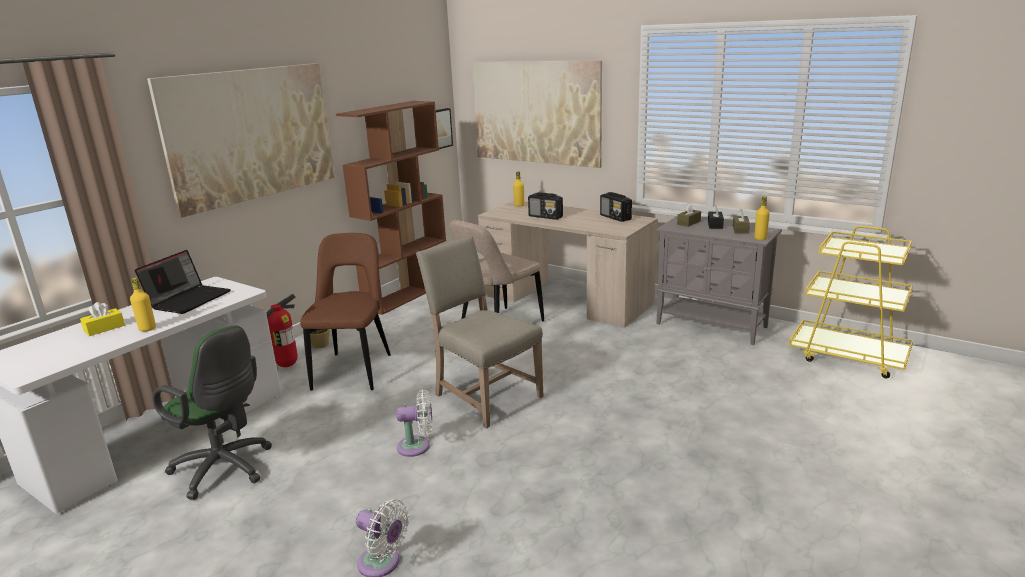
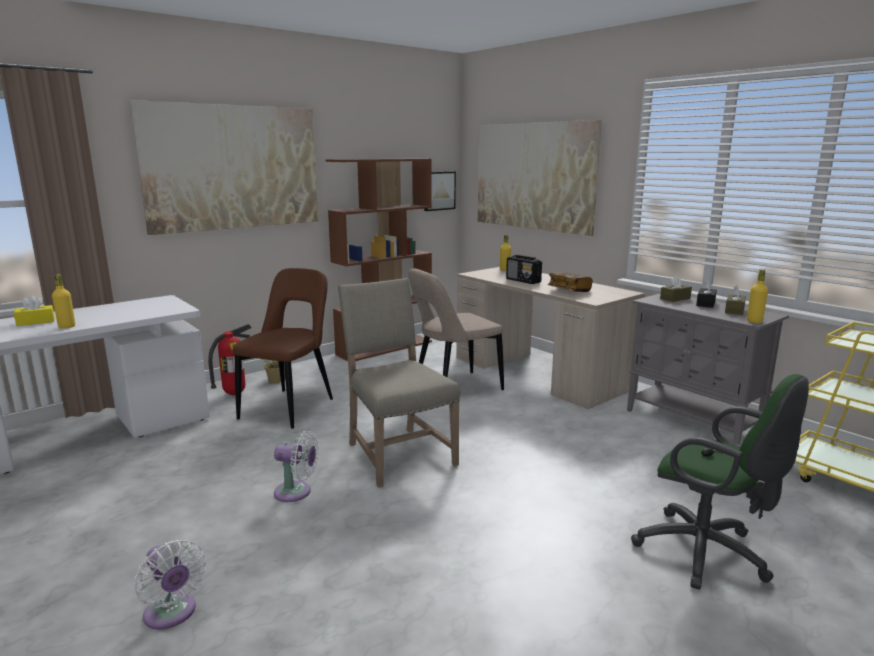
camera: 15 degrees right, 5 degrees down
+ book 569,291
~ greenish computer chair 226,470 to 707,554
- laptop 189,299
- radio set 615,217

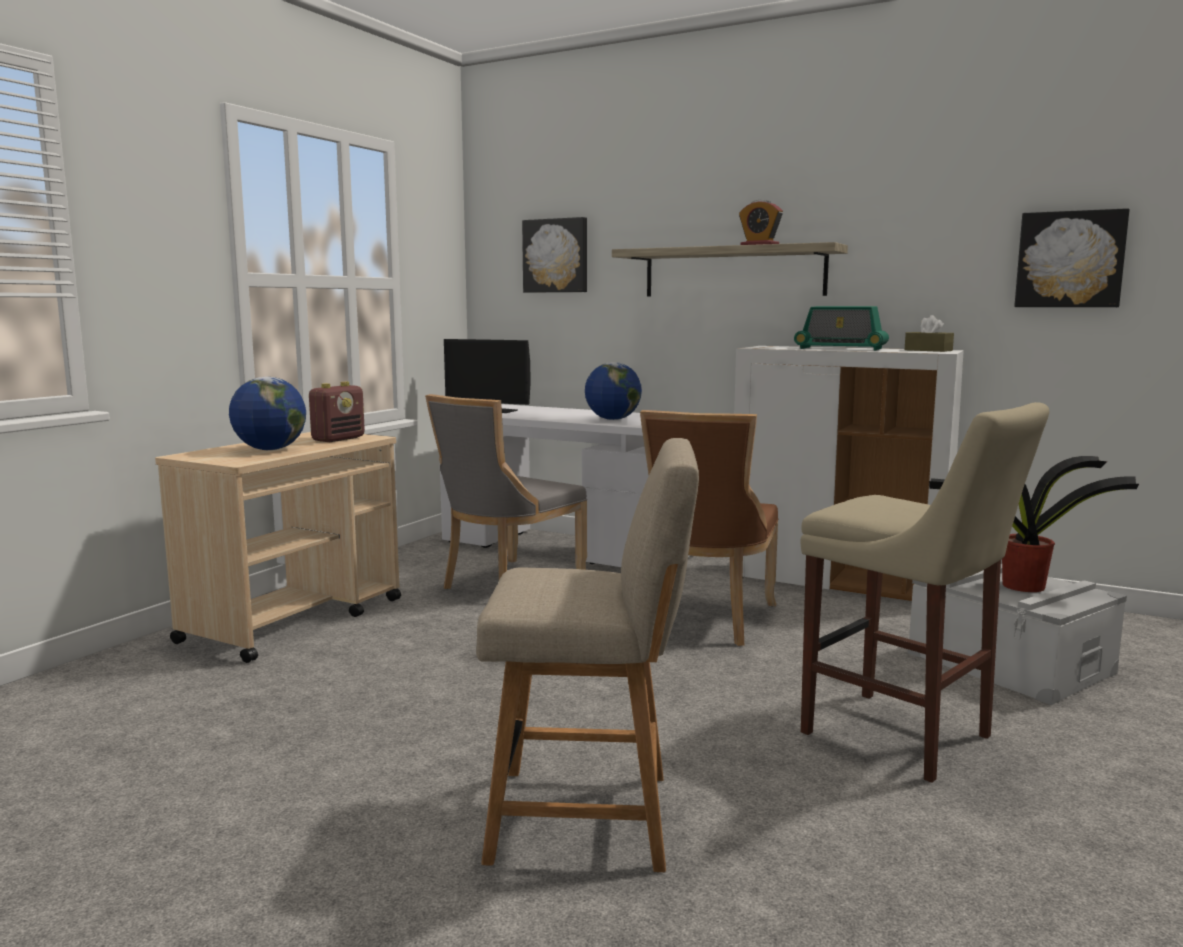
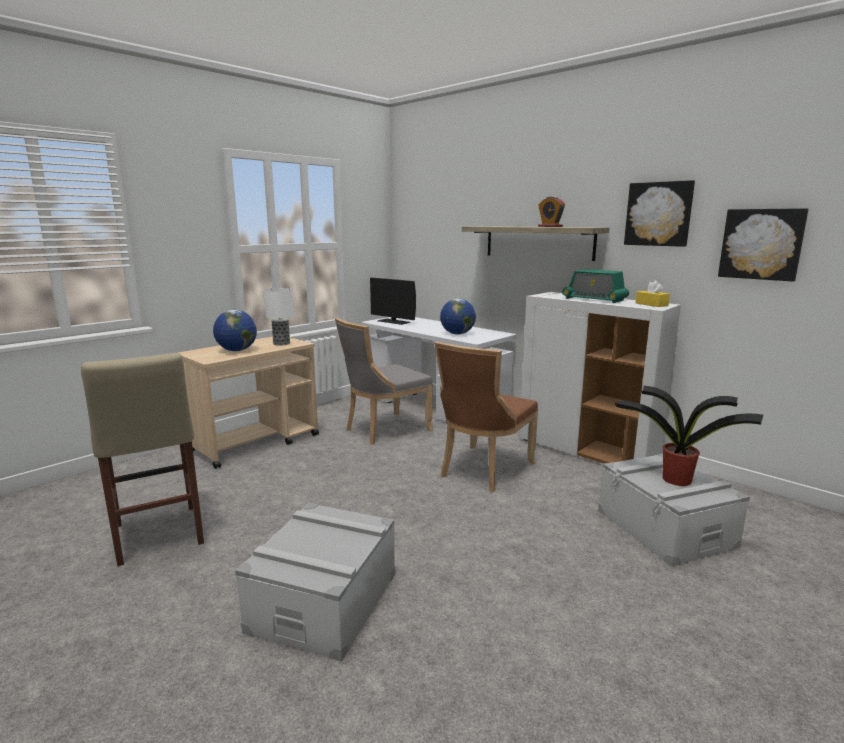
camera: 15 degrees right, 5 degrees up
~ sand-coloured stool seat 904,738 to 158,537
~ sand-coloured plain chair 592,817 to grey storage container 324,601
~ radio set 338,439 to table lamp 281,343
~ picture 556,256 to 659,214
~ brown box of tissues 928,350 to yellow box of tissues 651,304

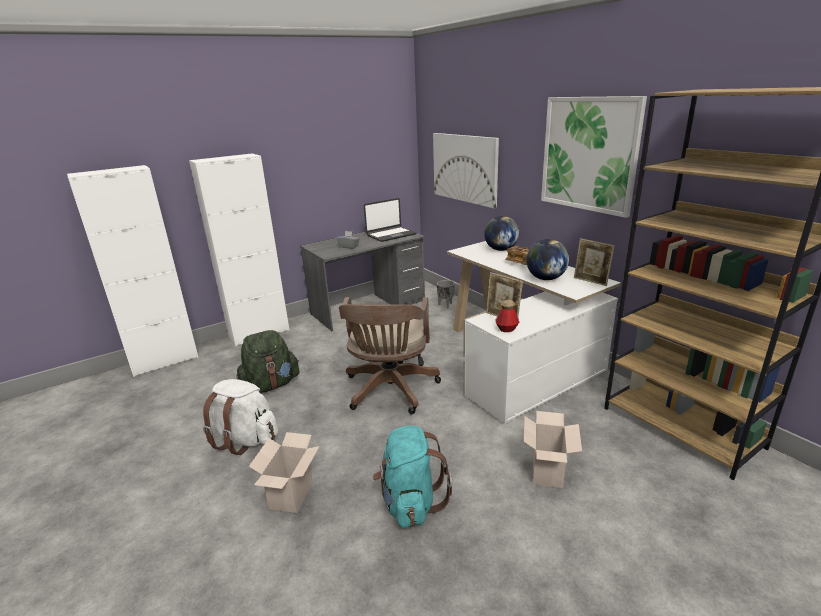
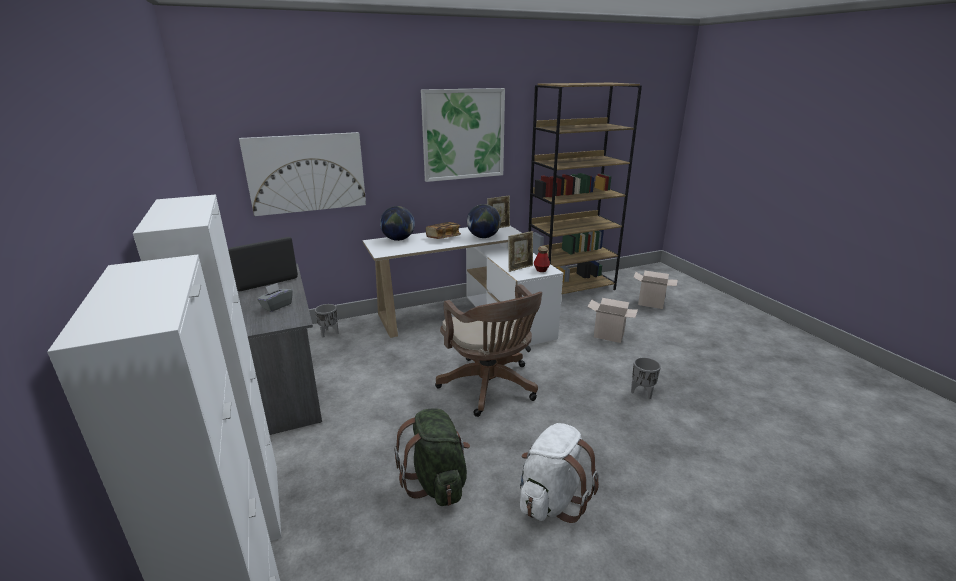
camera: 80 degrees left, 0 degrees up
~ laptop 390,235 = 263,279 105 degrees counterclockwise
~ brown computer chair 390,391 = 490,388 45 degrees clockwise
~ turquoise-coloured knapsack 410,503 to grey plant pot 642,392
~ carton 292,496 to 652,303

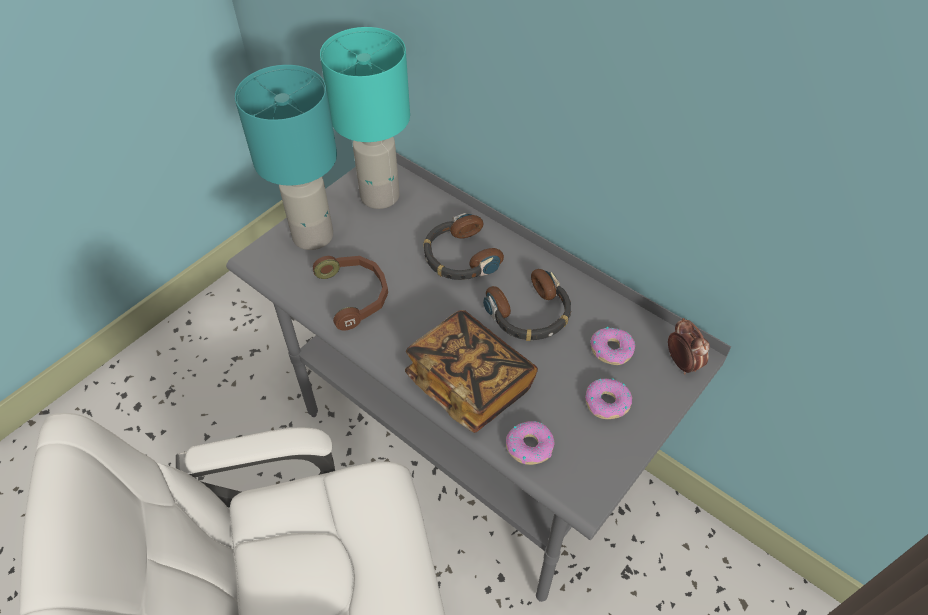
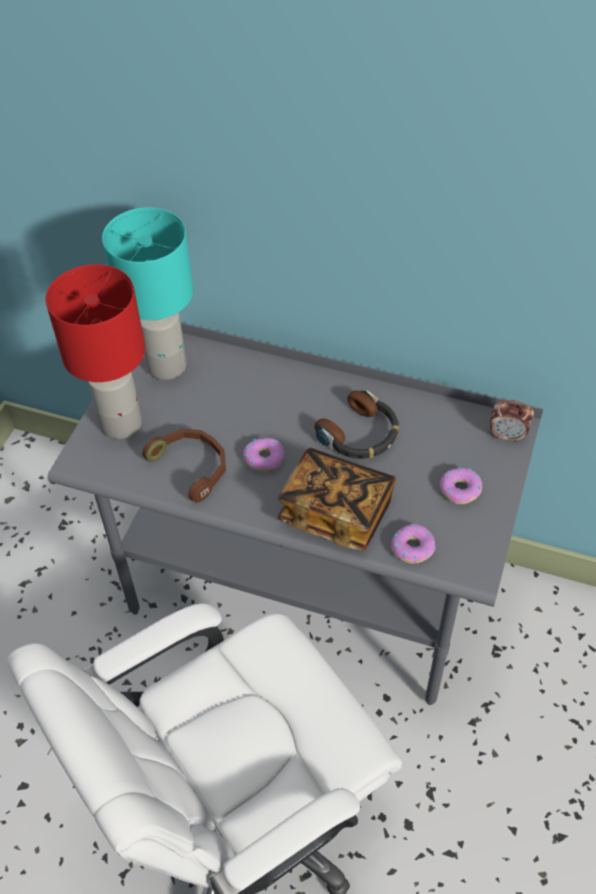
camera: 20 degrees left, 0 degrees up
~ turquoise-coloured table lamp 313,235 to reddish table lamp 120,423
~ donut 611,349 to 264,458
~ alarm clock 681,363 = 507,436 150 degrees clockwise
- pair of headphones 459,256

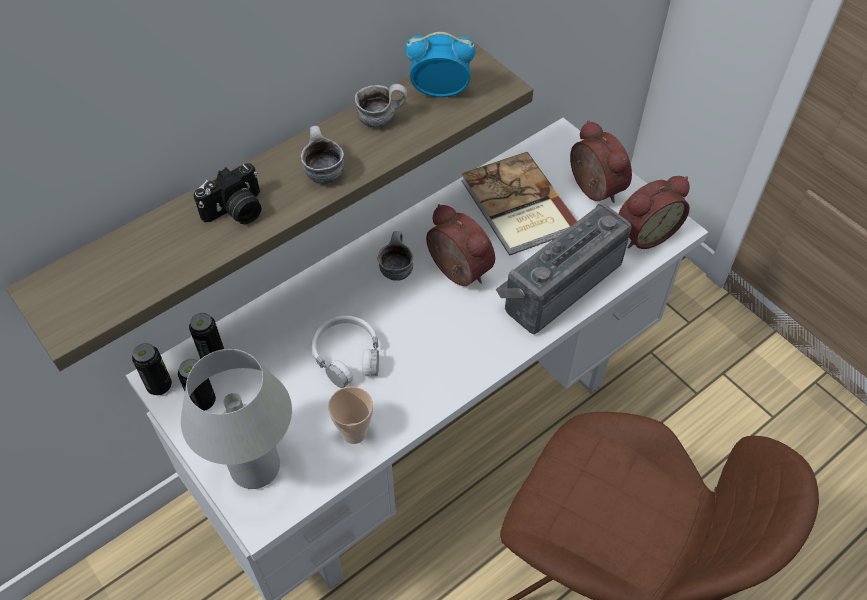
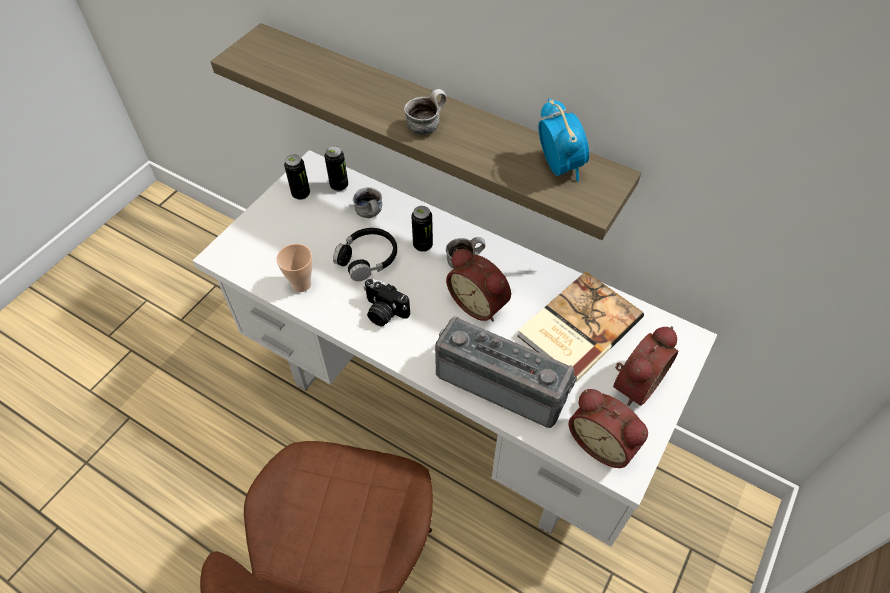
camera: 70 degrees right, 0 degrees up
~ white-coloured pair of headphones 347,356 to black pair of headphones 367,258
~ tea mug 381,118 to 371,214
~ still camera 236,211 to 383,312
~ sealed can 159,386 to 423,245
~ alarm clock 456,272 = 479,303 105 degrees clockwise
- white-coloured table lamp 255,467

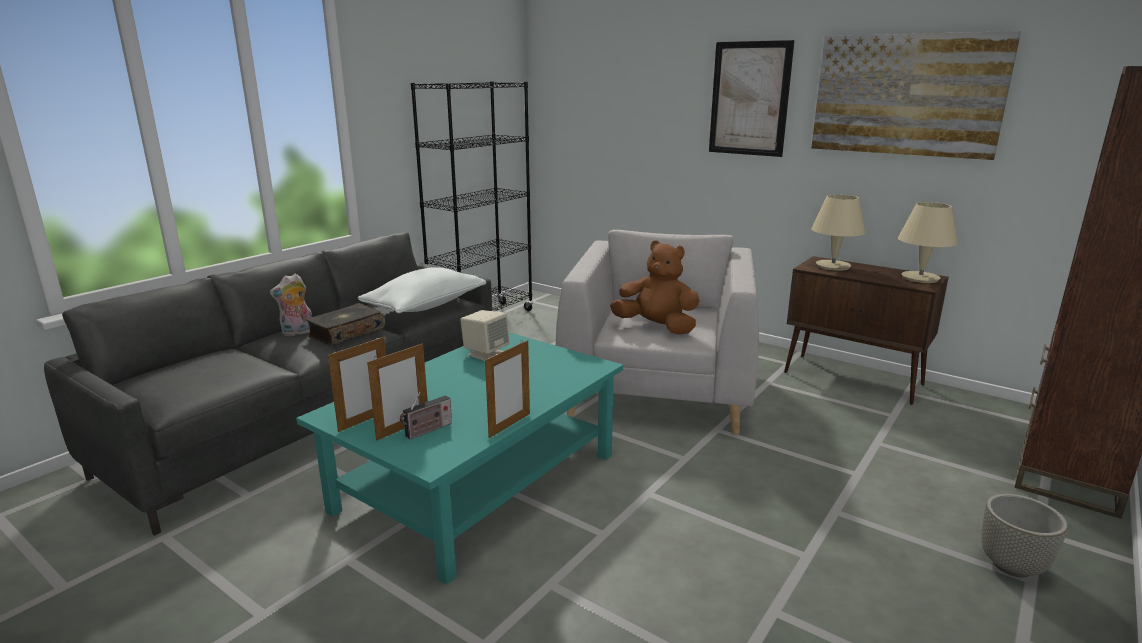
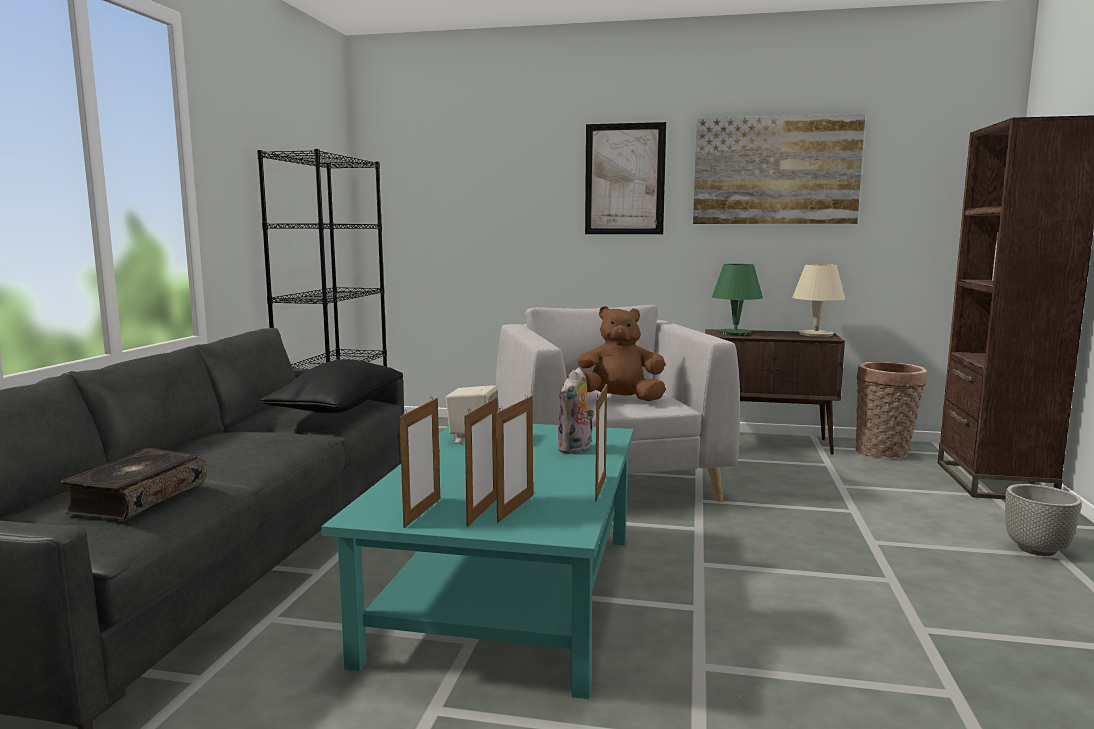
camera: 25 degrees left, 10 degrees down
~ book 346,332 to 137,498
~ white-coloured pillow 425,306 to black pillow 338,408
~ radio set 427,431 to standing frame 515,508
~ cuddly toy 297,333 to 576,449
~ sand-coloured table lamp 833,266 to greenish table lamp 735,333
+ basket 885,452

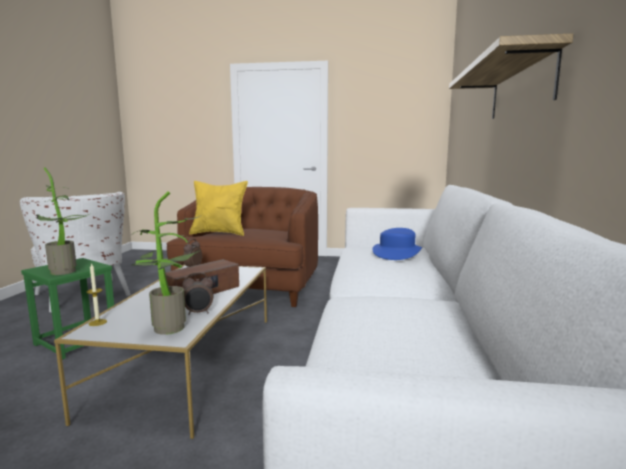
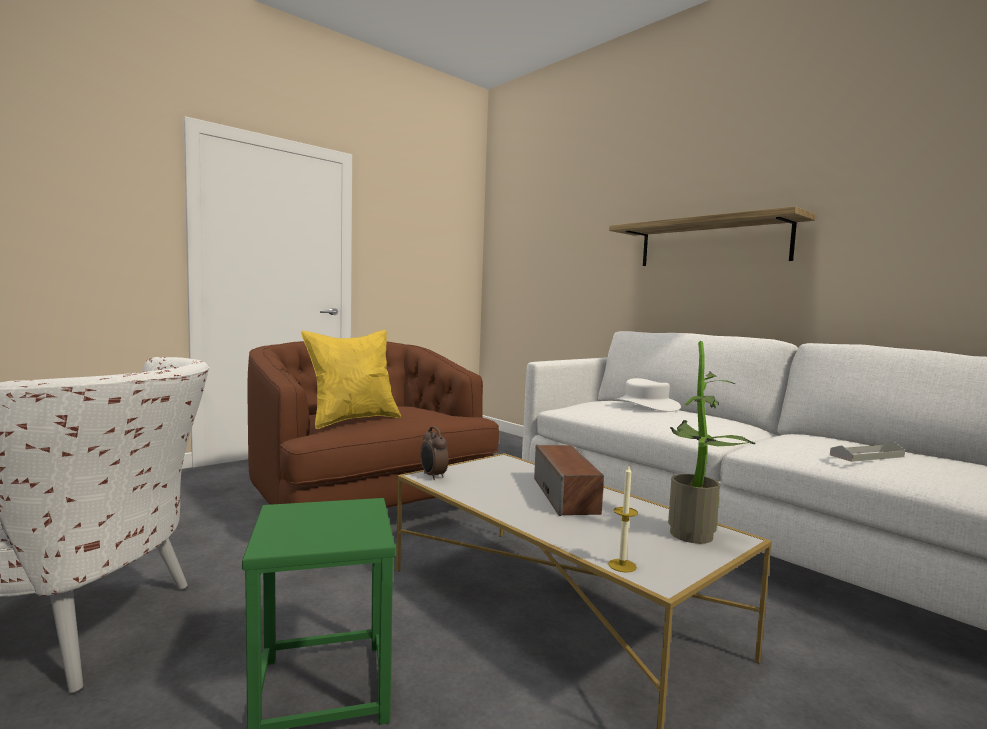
camera: 50 degrees left, 5 degrees down
~ bluish clothing hat 397,253 to white-coloured clothing hat 646,405
+ grey serving tray 867,456
- plant in a pot 67,271
- alarm clock 199,313

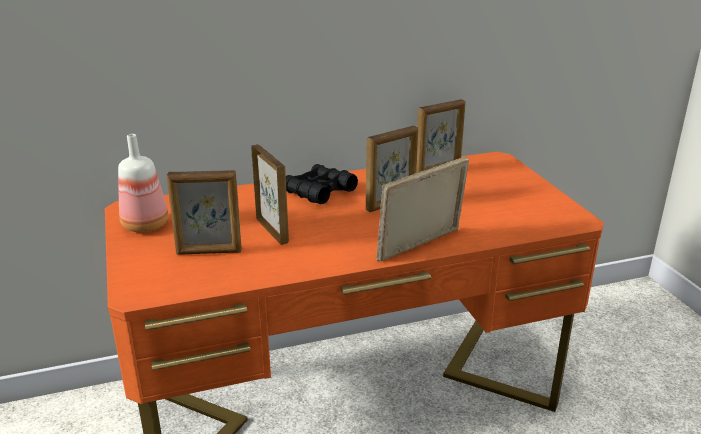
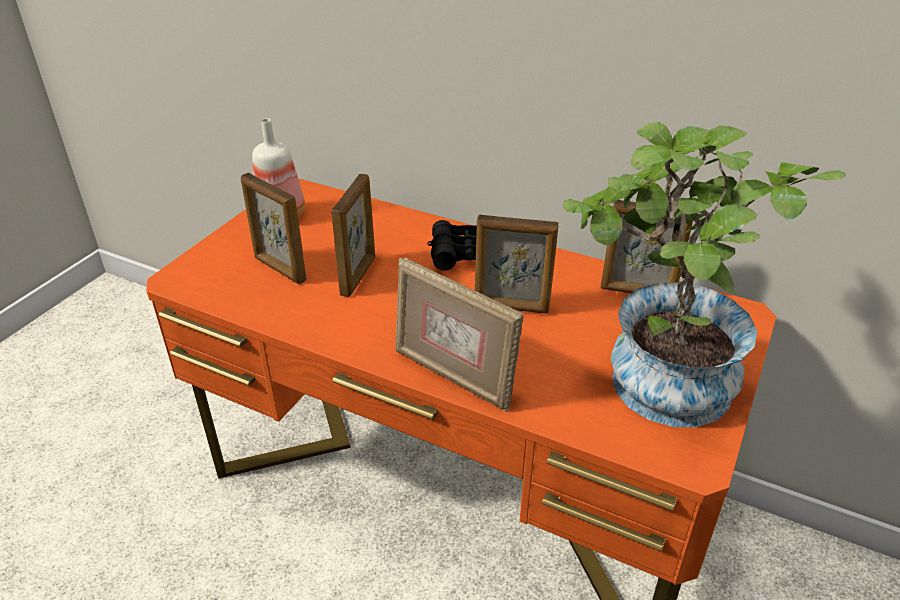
camera: 45 degrees right, 10 degrees up
~ standing frame 421,246 = 453,376 150 degrees counterclockwise
+ plant in a pot 654,389

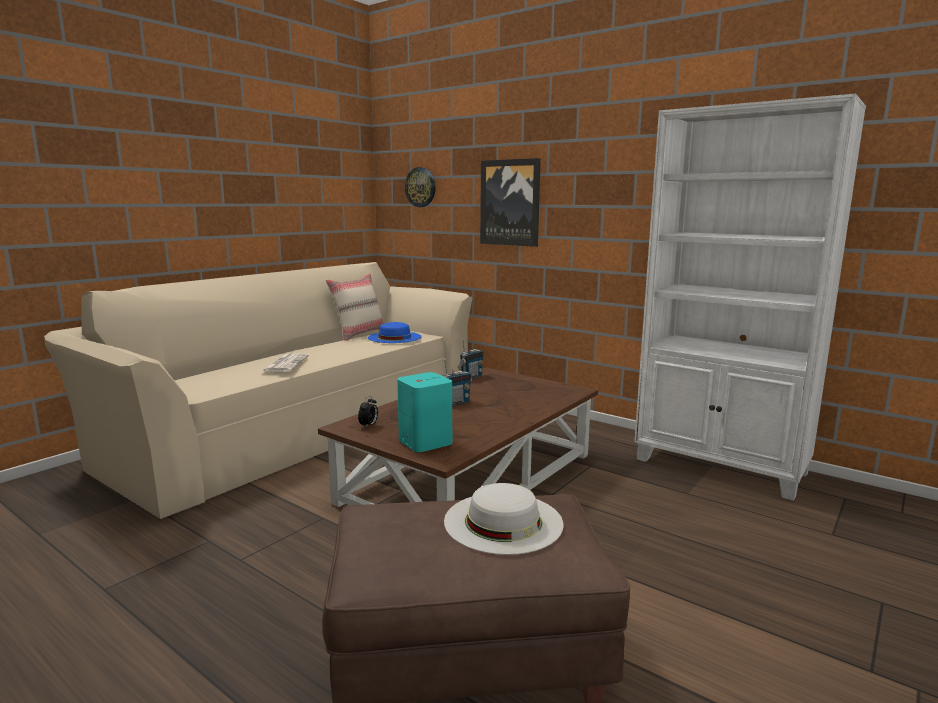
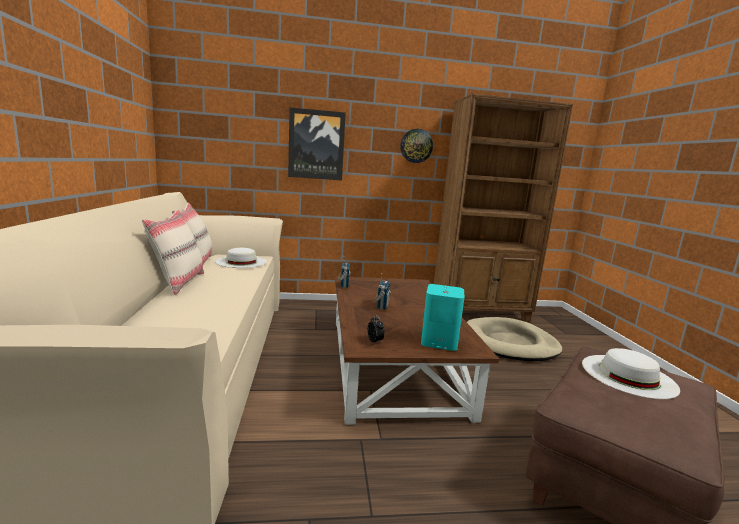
camera: 45 degrees left, 0 degrees up
+ sand-coloured pillow 178,282
~ bluish clothing hat 394,337 to white-coloured clothing hat 241,261
~ wall clock 420,187 to 416,146
~ white-coloured shelving unit 721,467 to brown shelving unit 480,313
+ sand-coloured pet bed 510,343
- daily paper 285,364

